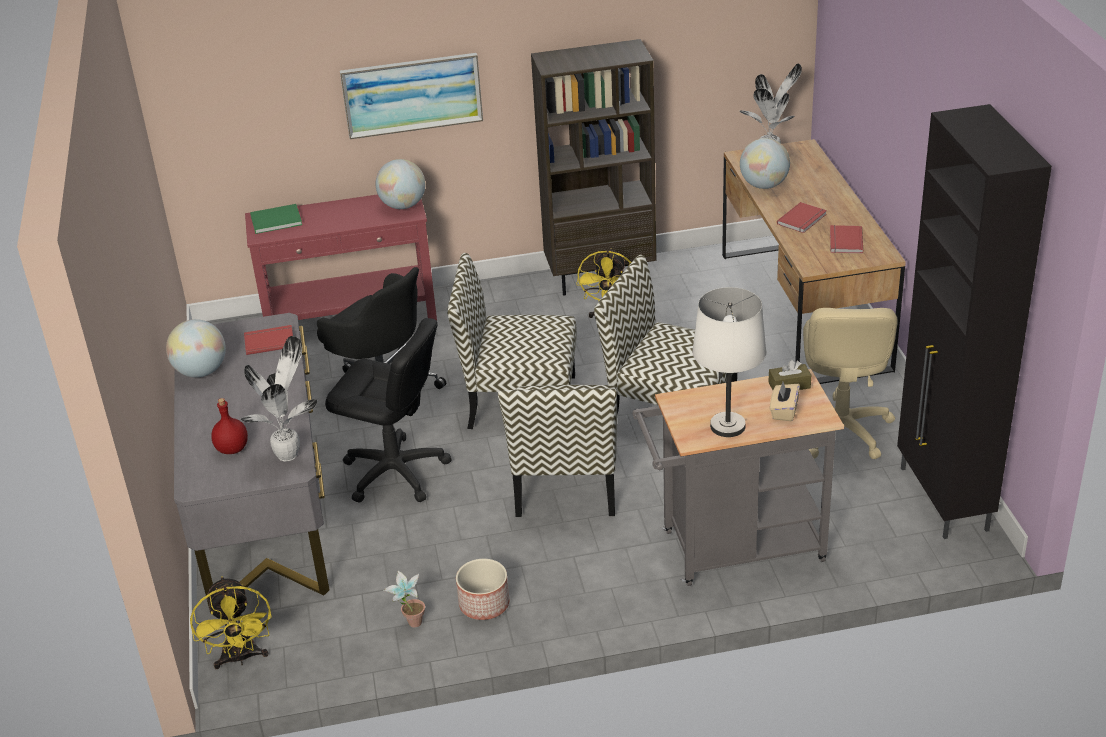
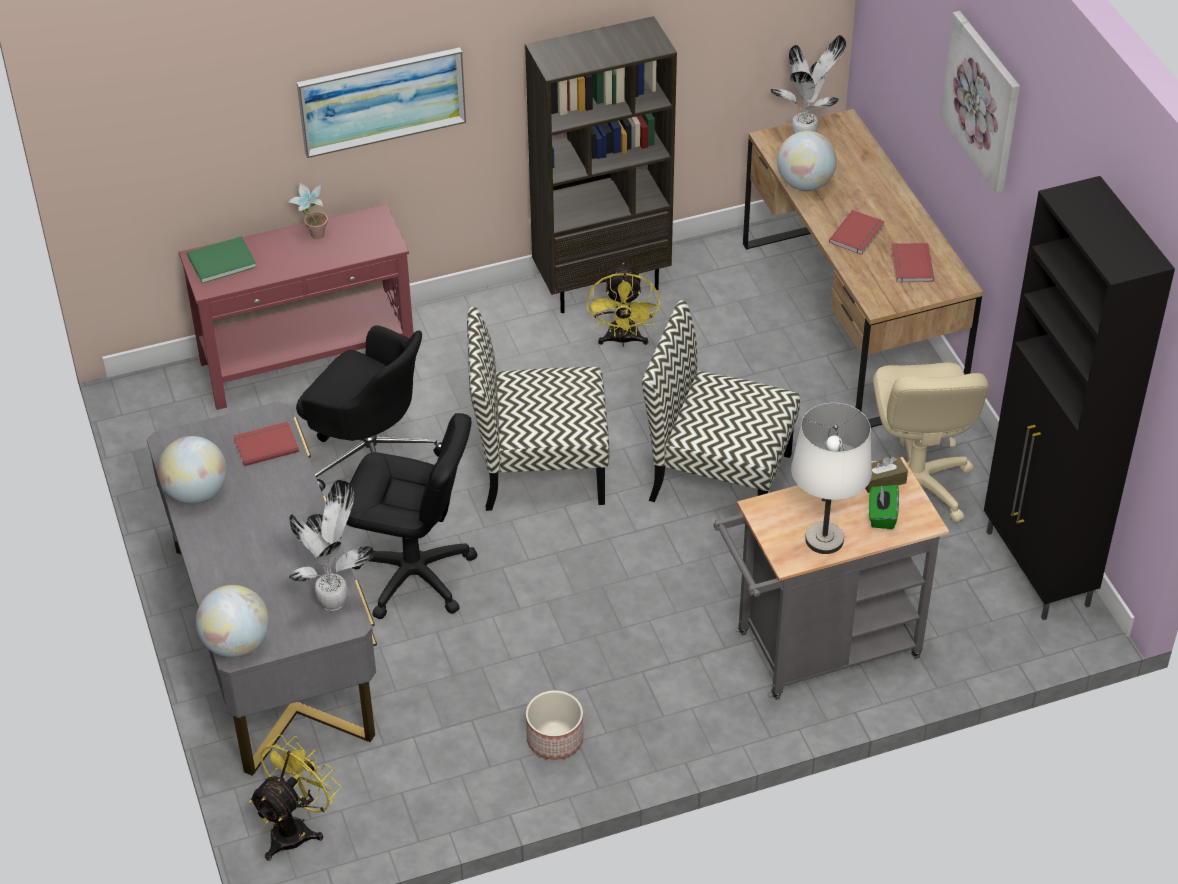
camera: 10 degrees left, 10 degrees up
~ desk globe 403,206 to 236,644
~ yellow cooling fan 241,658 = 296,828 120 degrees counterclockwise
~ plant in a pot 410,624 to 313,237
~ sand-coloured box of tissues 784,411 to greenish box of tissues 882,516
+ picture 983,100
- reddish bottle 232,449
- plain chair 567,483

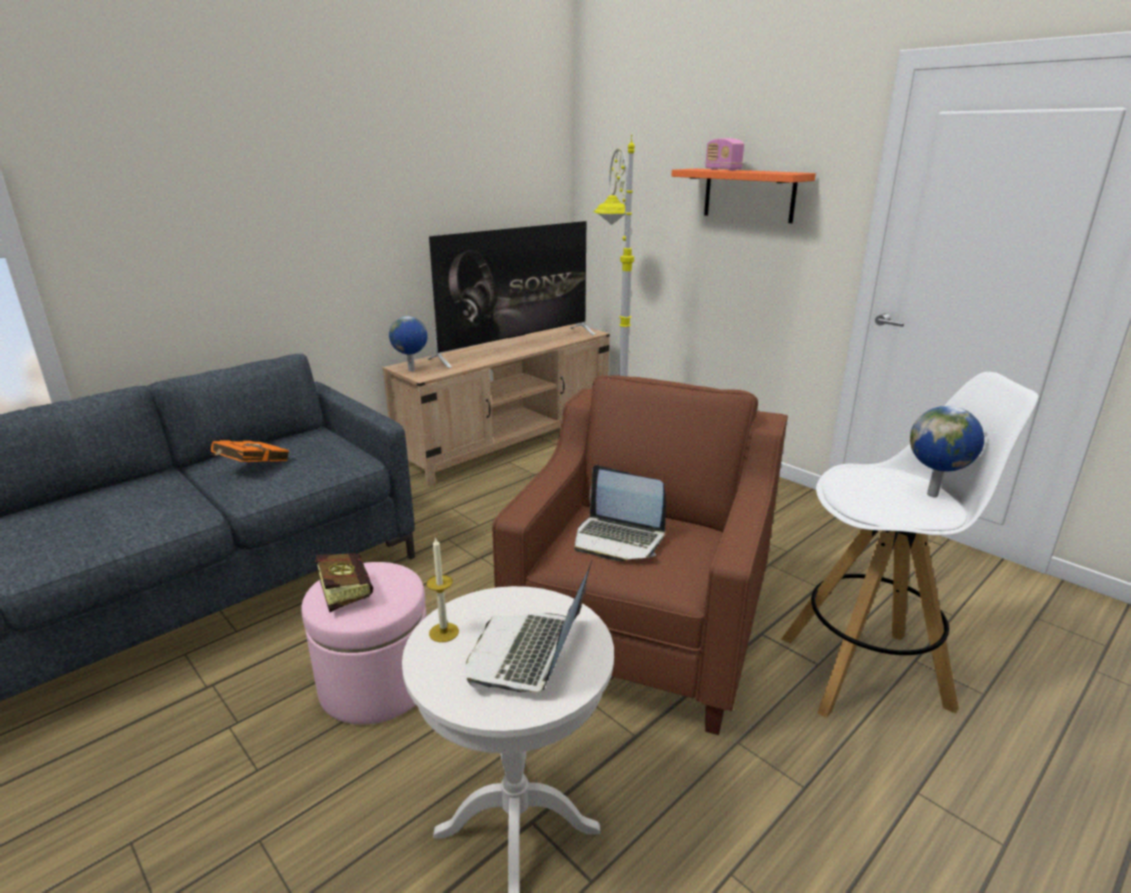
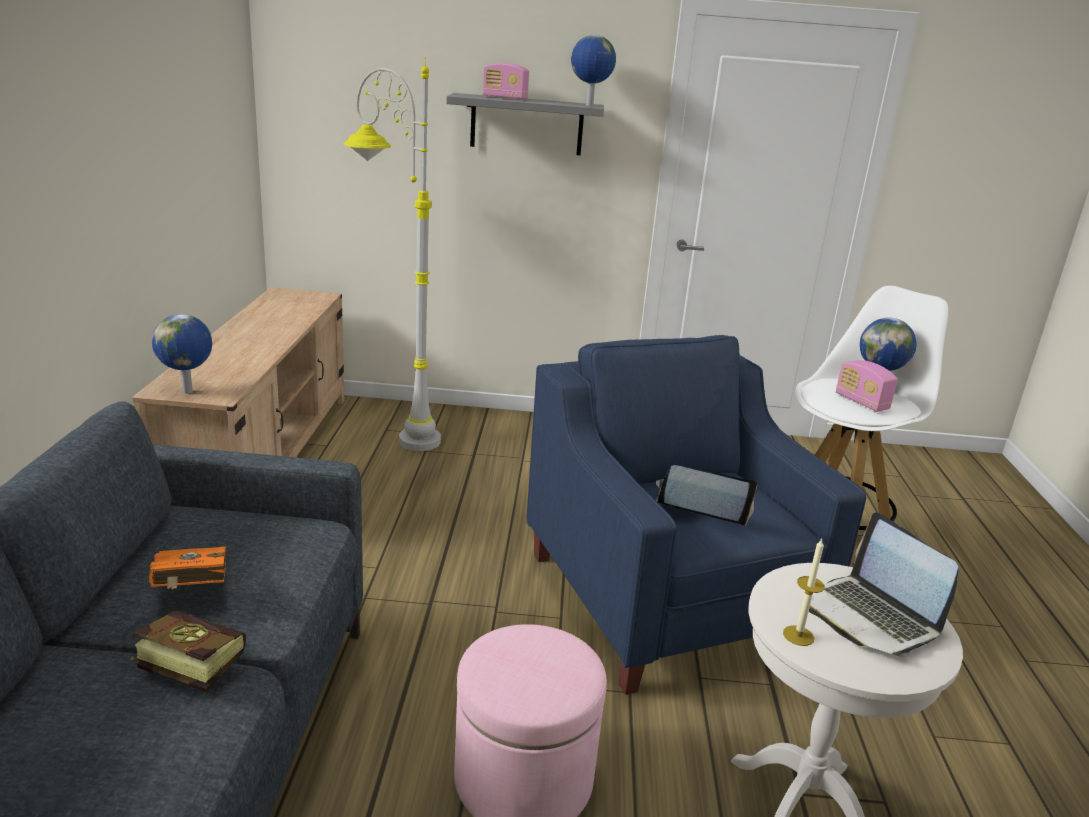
camera: 45 degrees left, 0 degrees up
~ book 344,591 to 184,665
~ orange-coloured bracket shelf 749,195 to grey bracket shelf 526,125
~ brown easy chair 643,632 to bluish easy chair 666,600
+ desk globe 589,105
~ laptop 618,539 = 700,508 150 degrees counterclockwise
+ radio set 861,402
- television 516,346

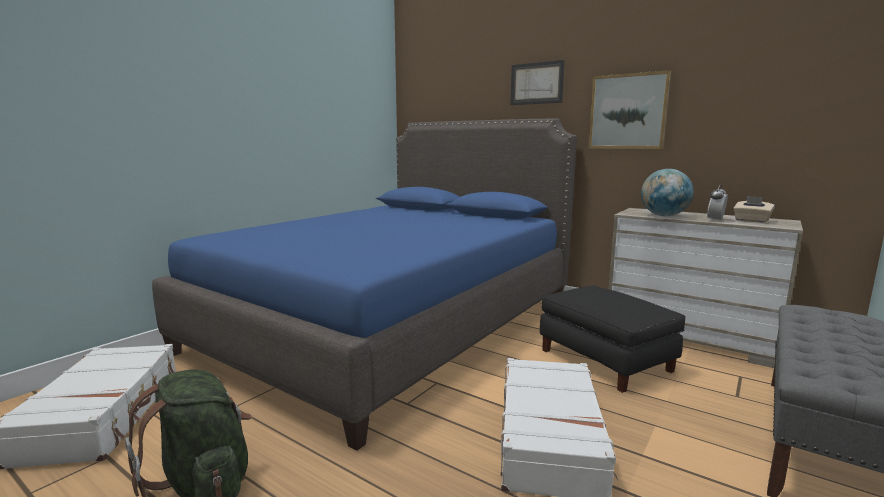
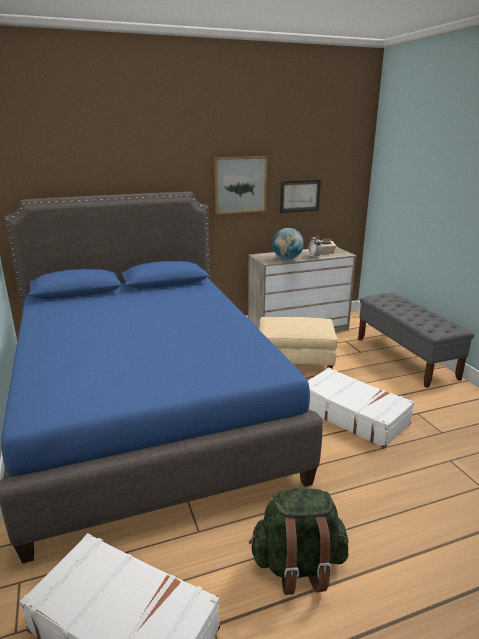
camera: 55 degrees left, 10 degrees up
~ black ottoman 606,360 to sand-coloured ottoman 295,362
~ picture 536,83 to 300,196

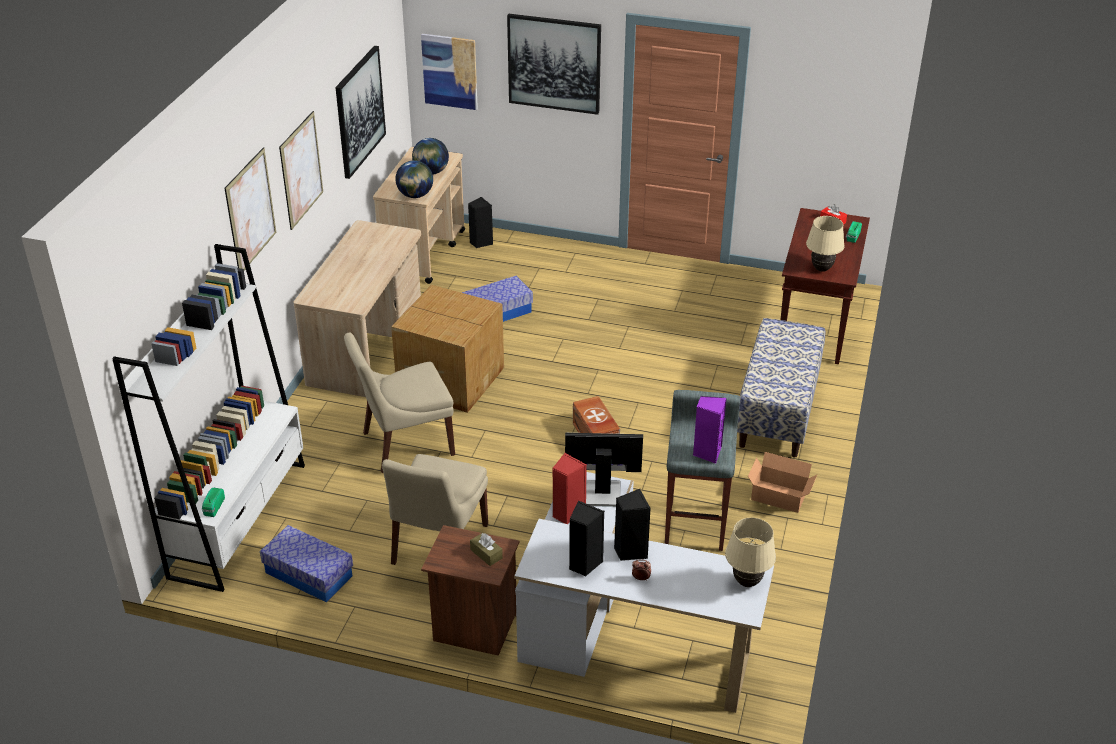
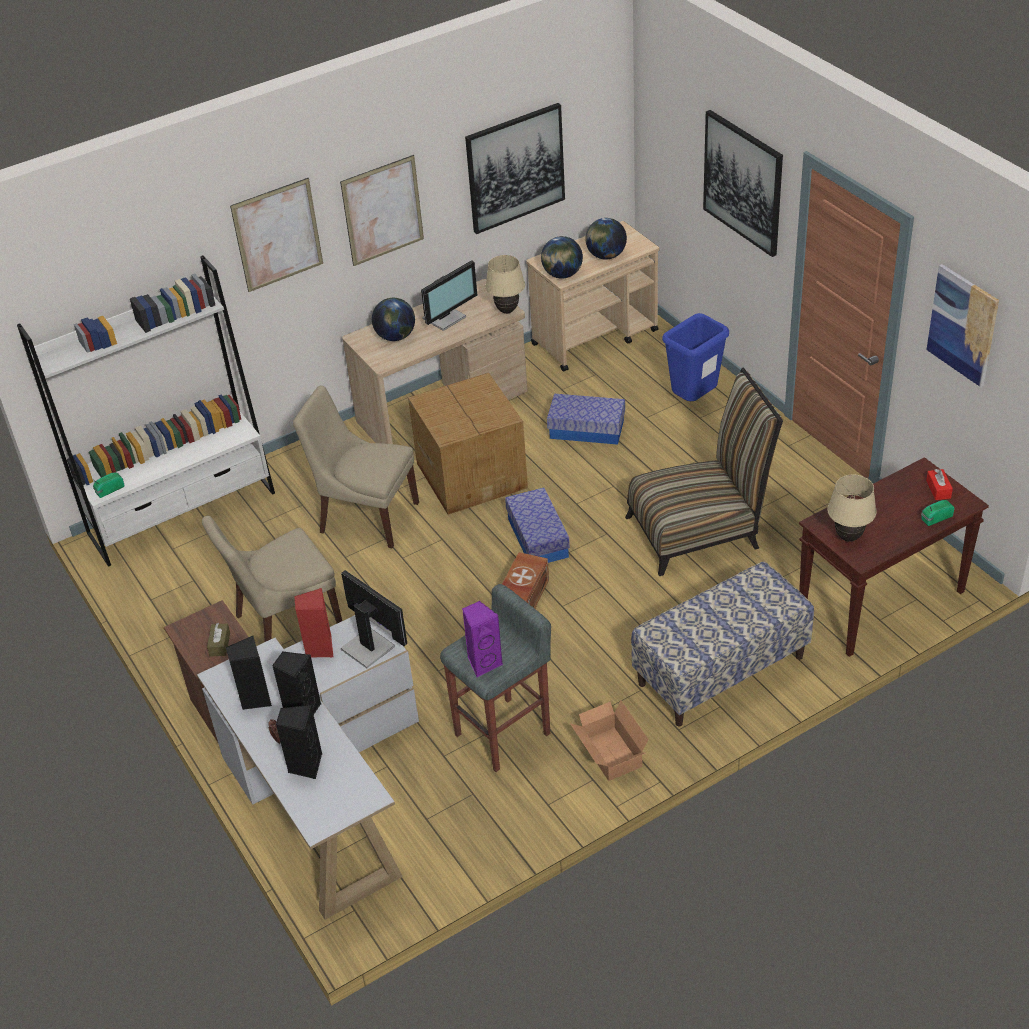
camera: 45 degrees right, 5 degrees up
~ black audio speaker 480,242 to 305,765
+ desk globe 396,336
+ computer screen 446,318
~ sand-coloured table lamp 747,582 to 507,311
~ storage container 308,574 to 537,538
+ plain chair 700,530
+ bluish trash can 694,400
~ picture 450,71 to 963,325

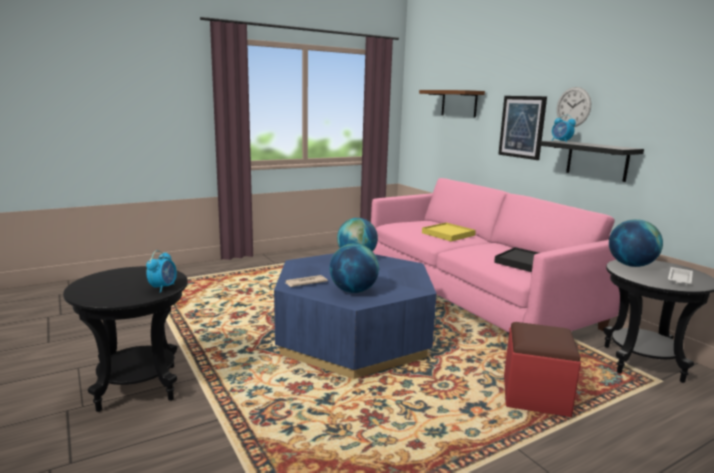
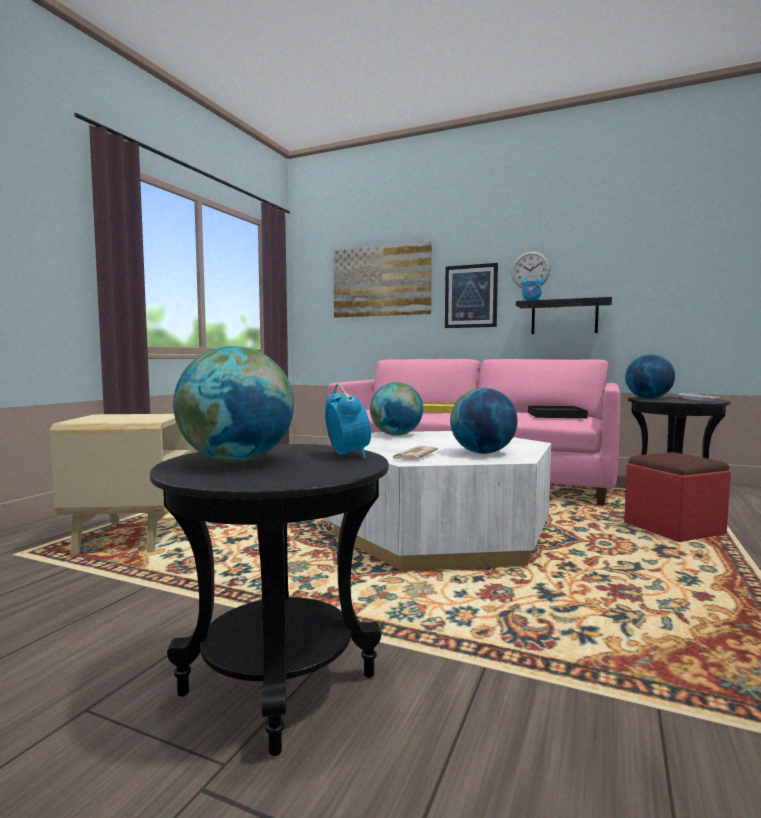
camera: 35 degrees left, 10 degrees down
+ sand-coloured accent table 132,536
+ desk globe 237,461
~ bluish low table 353,337 to white-coloured low table 440,532
~ brown bracket shelf 459,103 to picture 381,281

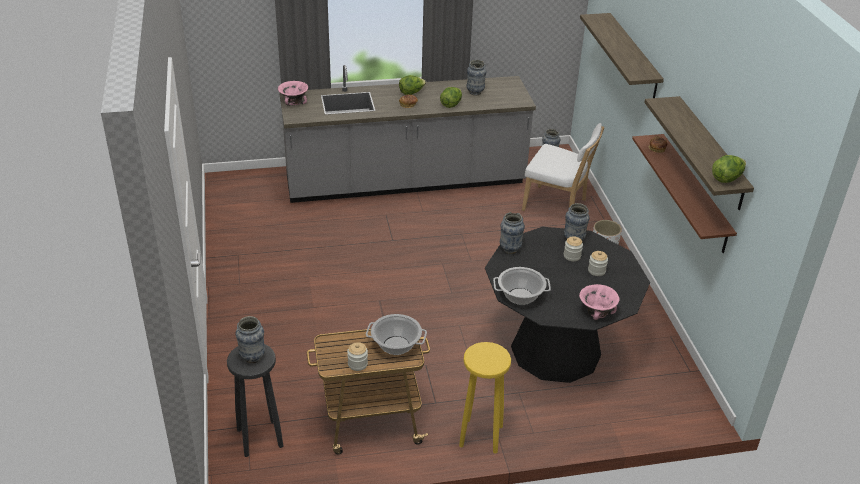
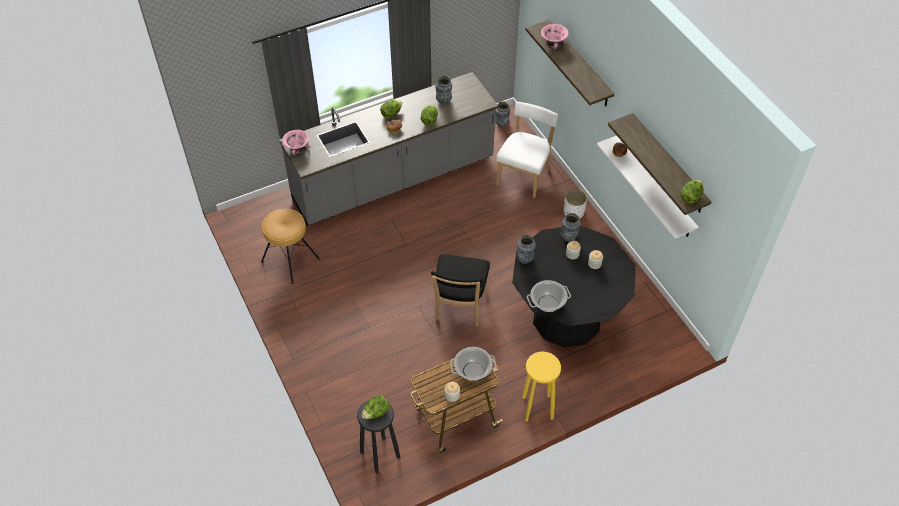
camera: 15 degrees left, 15 degrees up
+ brown stool seat 290,260
~ decorative vase 252,357 to lettuce 376,413
+ black plain chair 459,306
~ white-coloured plain chair 557,206 = 524,175 75 degrees counterclockwise
~ pink deep dish 597,312 to 553,43
~ brown bracket shelf 694,193 to white-coloured bracket shelf 655,187

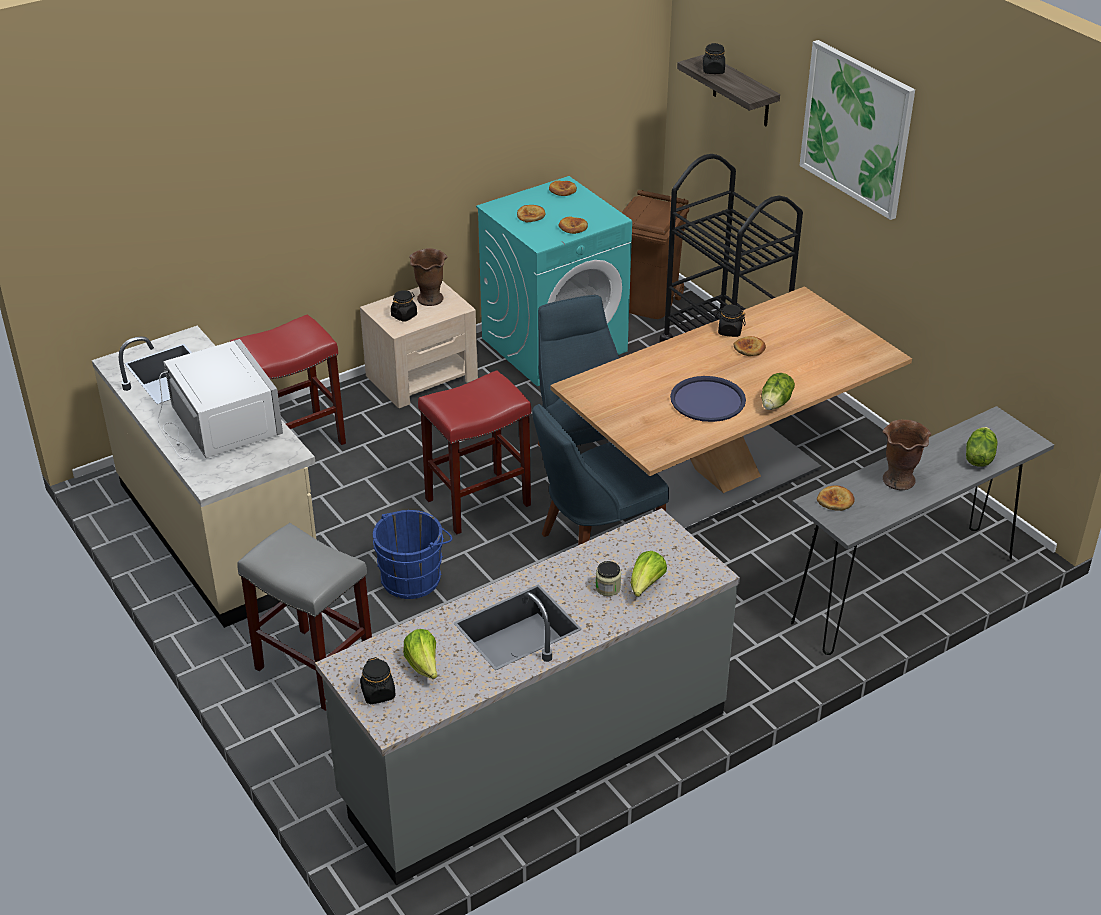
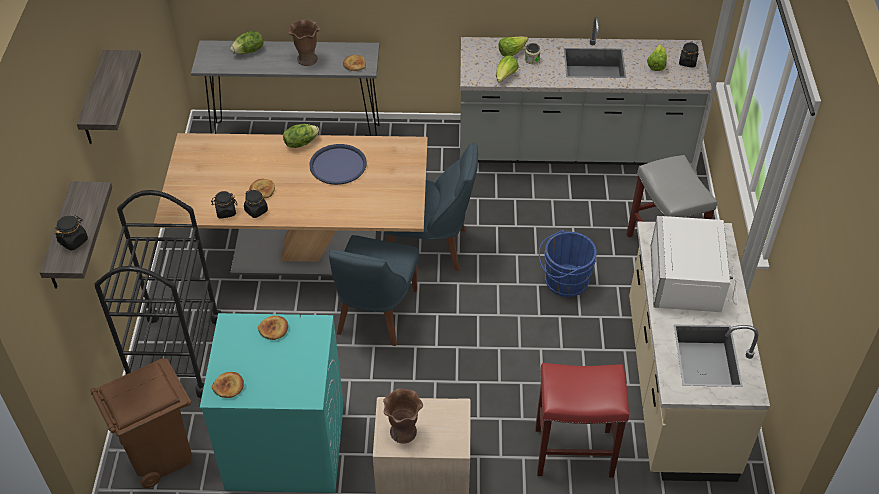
camera: 145 degrees left, 10 degrees up
~ picture 857,128 to bracket shelf 94,101
~ black preserve jar 404,315 to 226,212
+ lettuce 505,77
- reddish stool seat 477,503
- bread 531,215

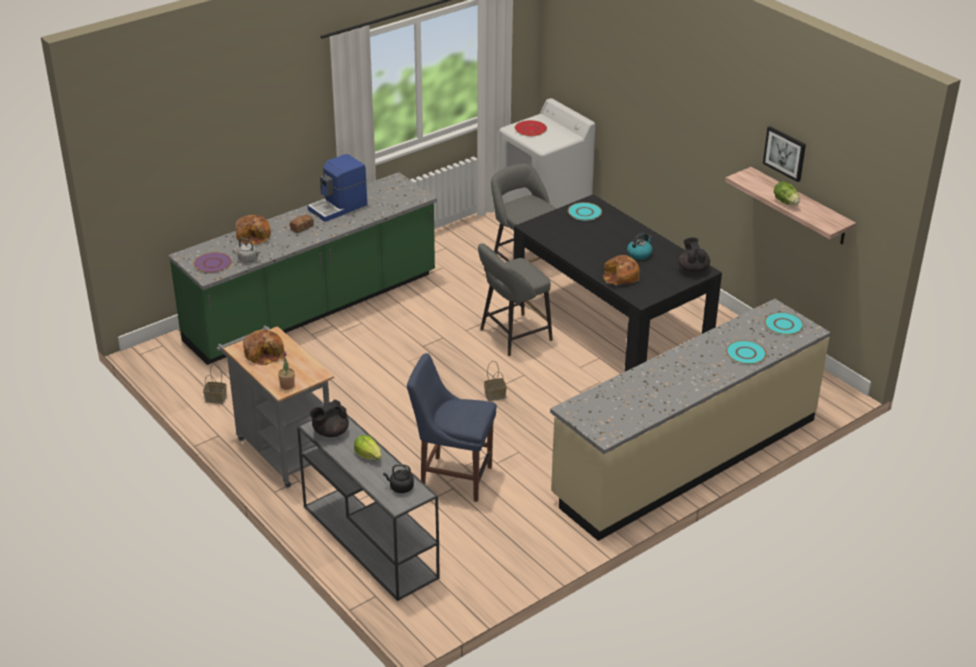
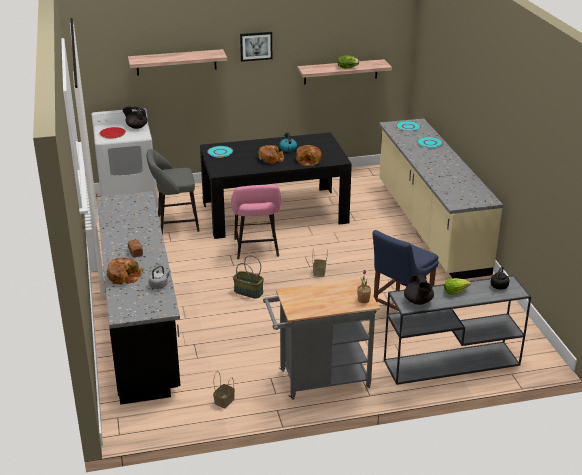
camera: 65 degrees left, 5 degrees down
~ greenish counter 313,309 to black counter 141,324
~ black tea pot 693,269 to 136,127
+ bracket shelf 176,62
~ grey stool seat 512,336 to pink stool seat 256,249
+ basket 248,292
~ picture 785,153 to 256,46
~ bread 265,353 to 271,158
- purplish plate 213,263
- coffee maker 338,207

